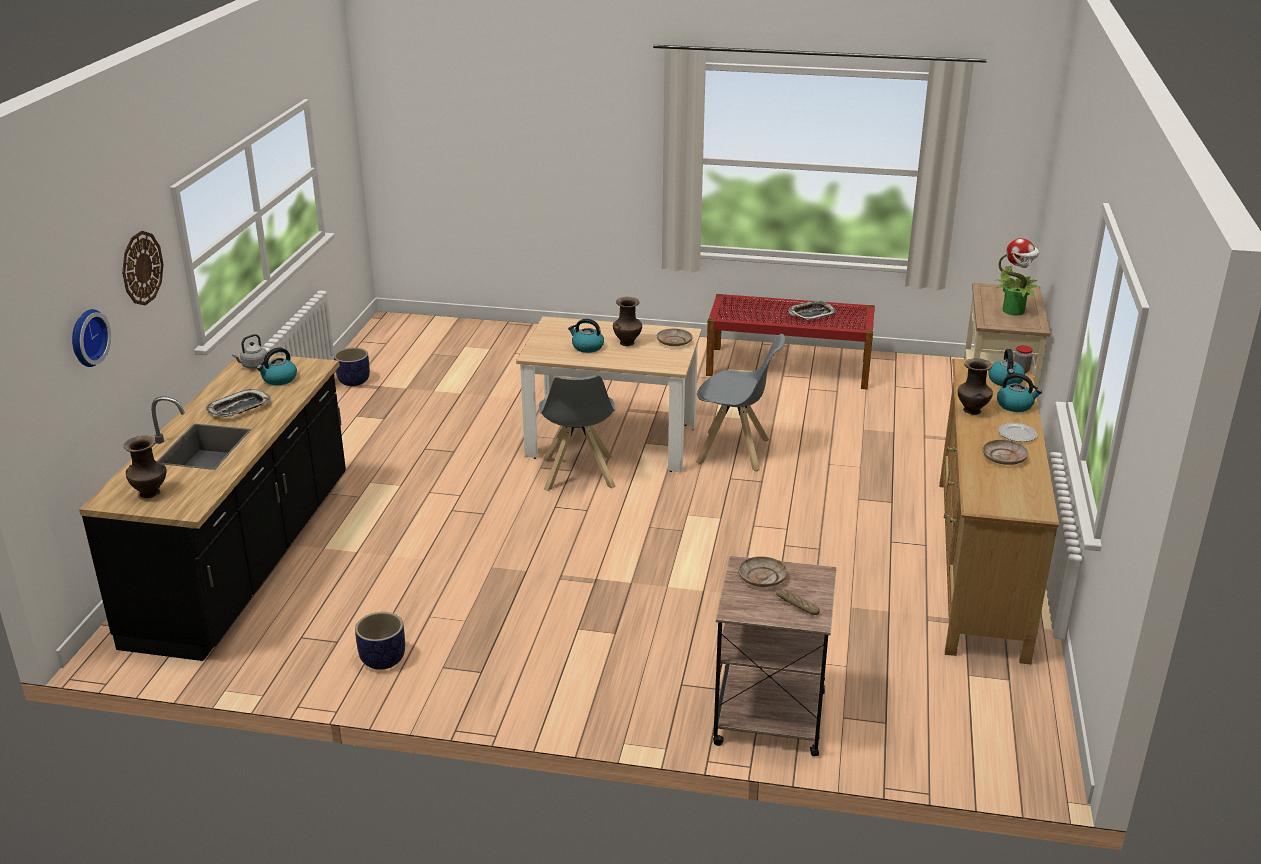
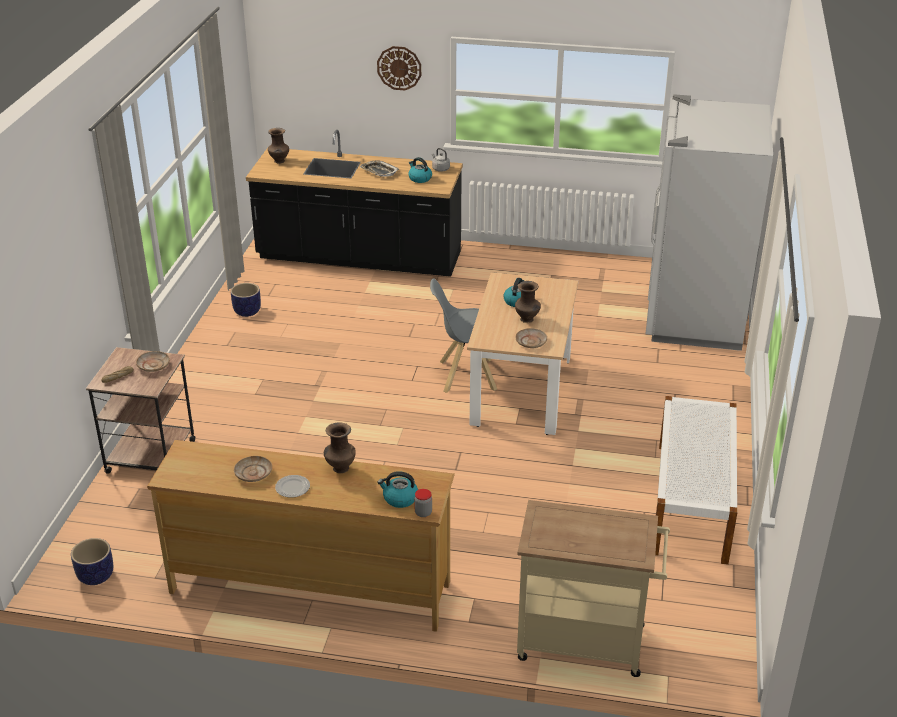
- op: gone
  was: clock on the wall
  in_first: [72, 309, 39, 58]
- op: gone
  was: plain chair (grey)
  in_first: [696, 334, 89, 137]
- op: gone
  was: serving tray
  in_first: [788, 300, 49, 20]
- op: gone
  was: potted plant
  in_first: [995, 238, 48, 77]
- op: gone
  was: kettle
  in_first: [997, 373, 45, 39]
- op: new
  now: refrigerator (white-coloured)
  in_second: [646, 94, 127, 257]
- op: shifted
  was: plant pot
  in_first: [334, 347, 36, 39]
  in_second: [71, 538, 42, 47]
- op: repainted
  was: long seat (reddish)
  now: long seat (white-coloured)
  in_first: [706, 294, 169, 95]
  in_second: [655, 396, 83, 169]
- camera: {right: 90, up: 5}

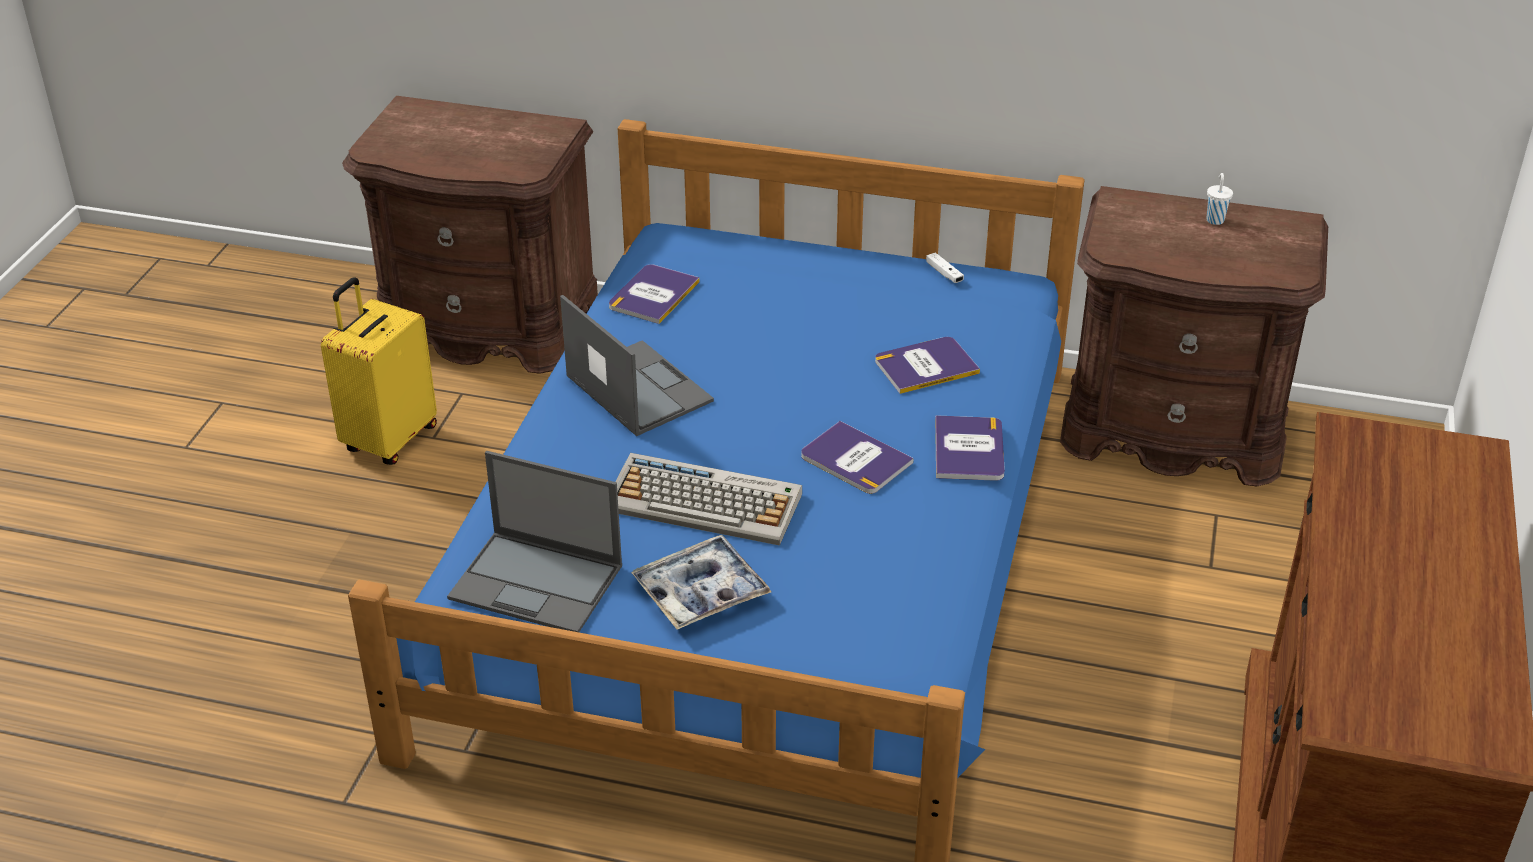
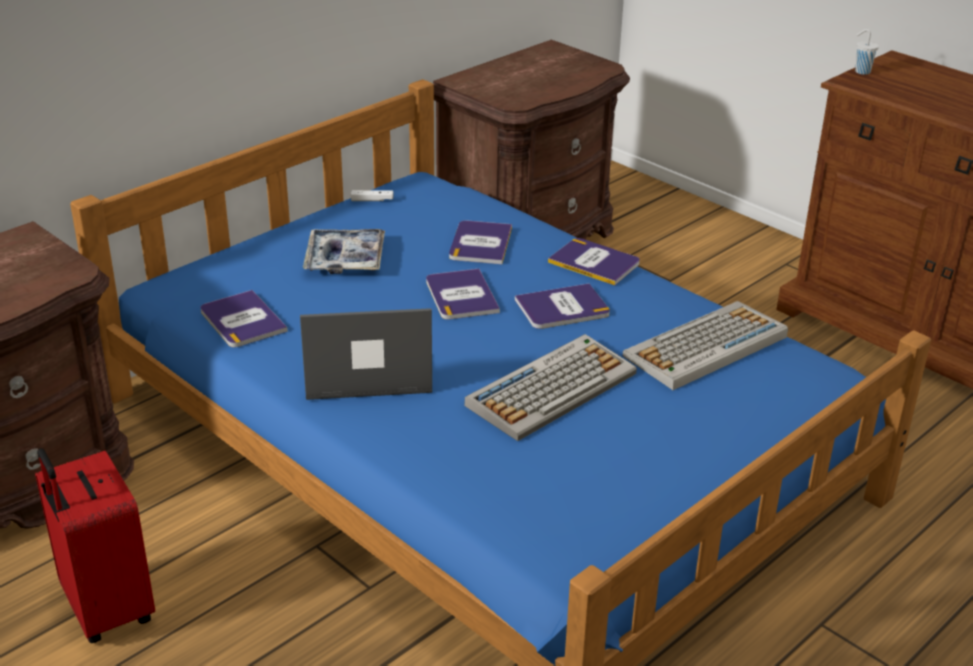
- op: gone
  was: portable computer
  in_first: [447, 451, 175, 181]
- op: new
  now: bound book
  in_second: [426, 268, 74, 52]
- op: new
  now: keyboard
  in_second: [623, 301, 165, 89]
- op: shifted
  was: serving tray
  in_first: [631, 535, 140, 95]
  in_second: [303, 229, 82, 45]
- op: shifted
  was: drinking cup (white-coloured)
  in_first: [1207, 173, 26, 52]
  in_second: [855, 29, 24, 46]
- op: repainted
  was: piece of luggage (yellow-coloured)
  now: piece of luggage (reddish)
  in_first: [321, 277, 116, 188]
  in_second: [35, 448, 120, 195]
- camera: {right: -60, up: -5}

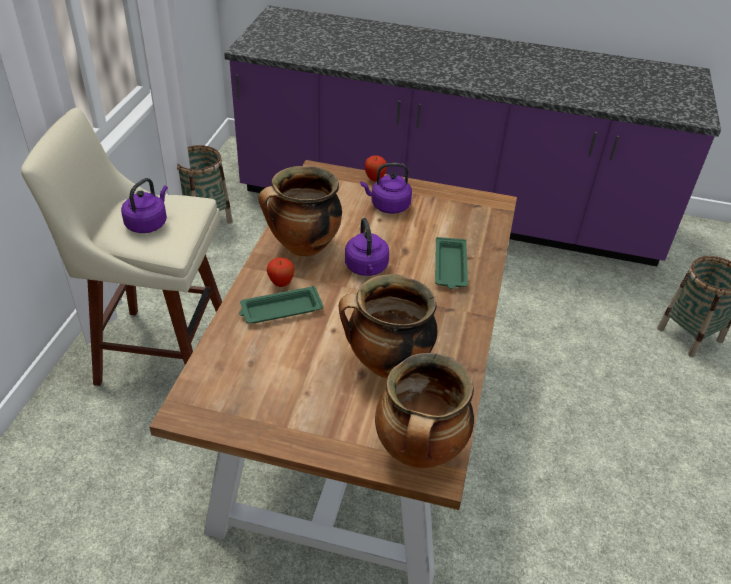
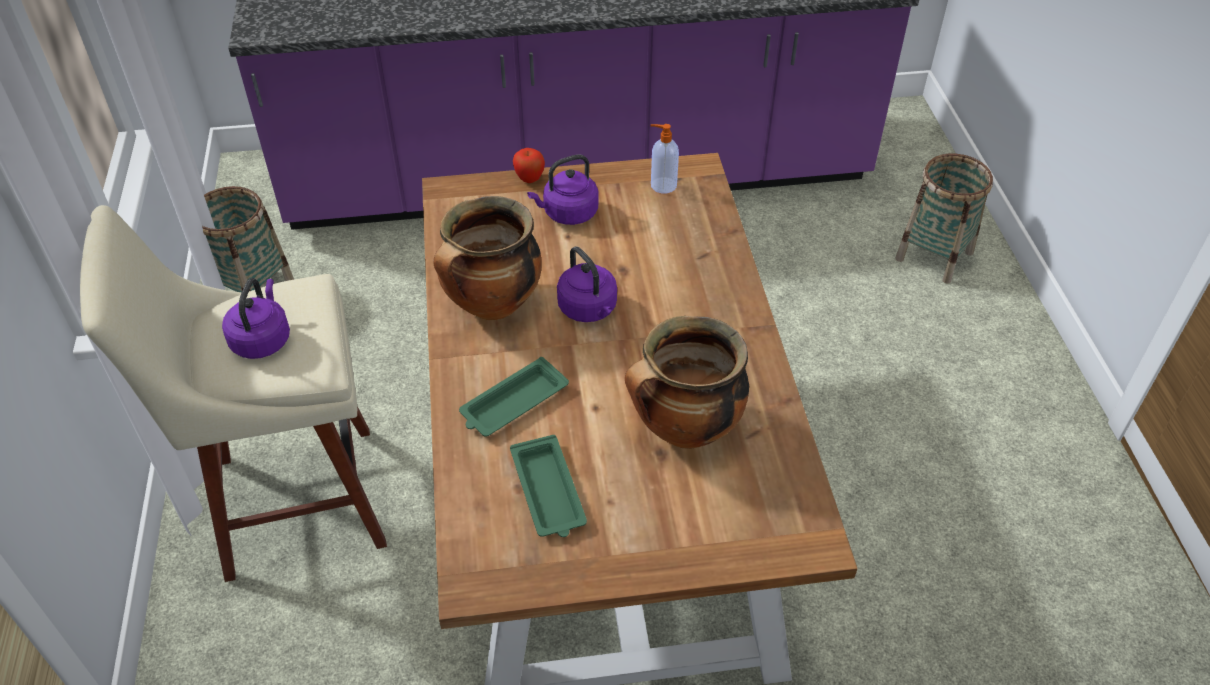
- op: gone
  was: whole apple
  in_first: [267, 258, 28, 29]
- op: gone
  was: saucepot
  in_first: [375, 353, 99, 115]
- op: new
  now: soap bottle
  in_second: [651, 124, 28, 70]
- op: shifted
  was: serving tray (green)
  in_first: [435, 237, 33, 52]
  in_second: [510, 435, 77, 102]
- camera: {right: -20, up: 5}

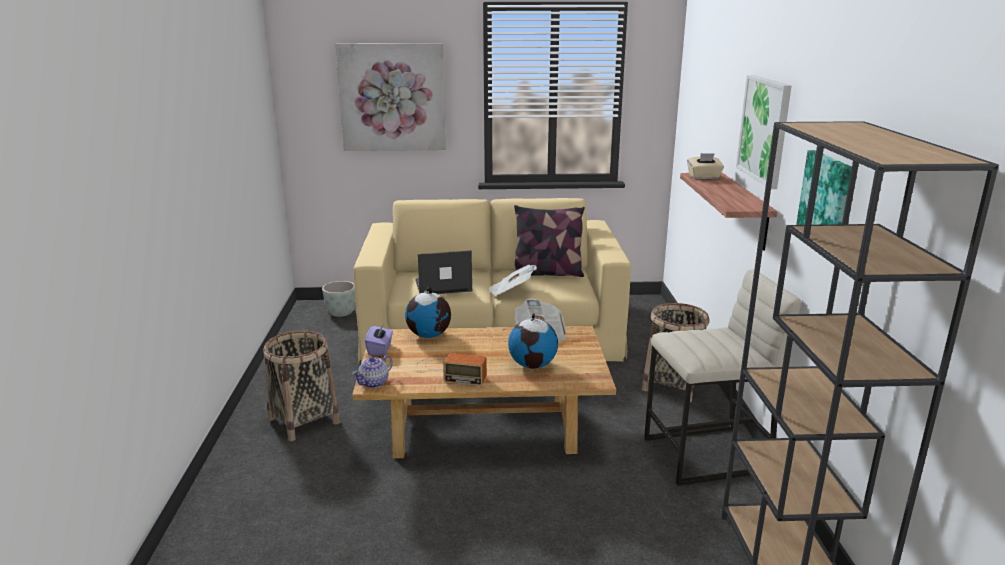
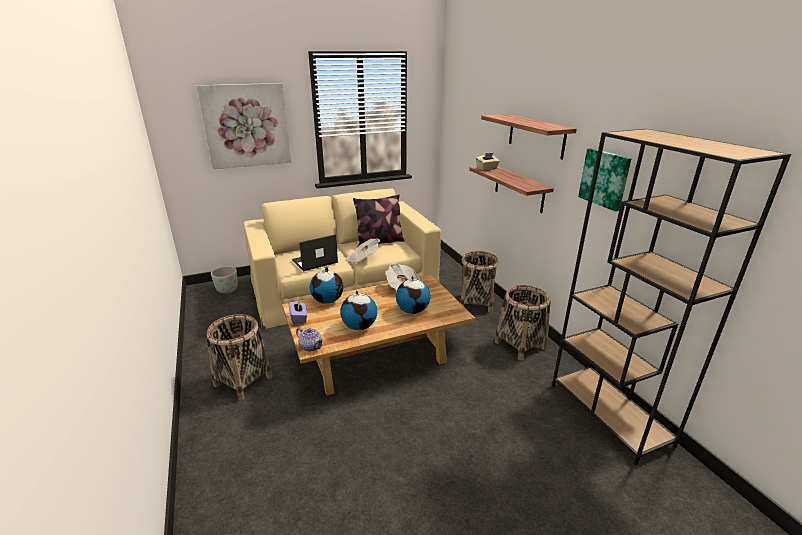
- op: swapped
  was: radio
  now: globe
  in_first: [415, 353, 72, 33]
  in_second: [340, 291, 37, 39]
- op: swapped
  was: stool seat (beige)
  now: storage basket
  in_first: [644, 270, 157, 216]
  in_second: [495, 285, 56, 76]
- op: swapped
  was: wall art
  now: wall shelf
  in_first: [736, 75, 56, 114]
  in_second: [481, 114, 96, 46]
- op: rotated
  was: tea pot
  in_first: [352, 355, 41, 33]
  in_second: [296, 328, 28, 24]
  clockwise: -75
- camera: {right: -20, up: 5}

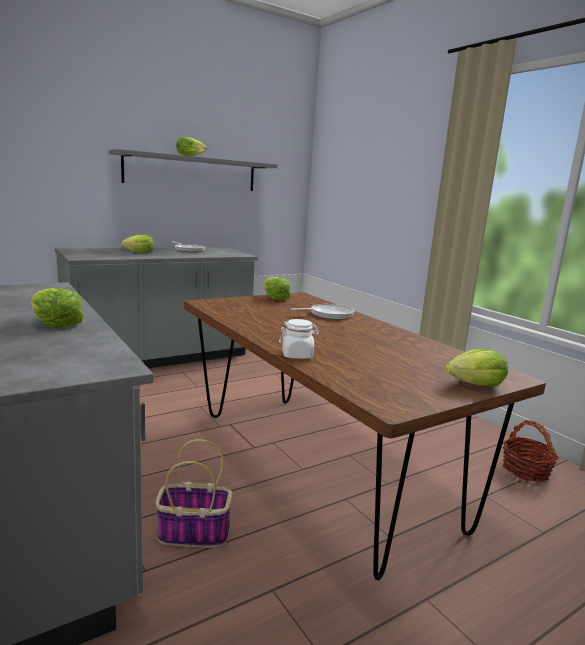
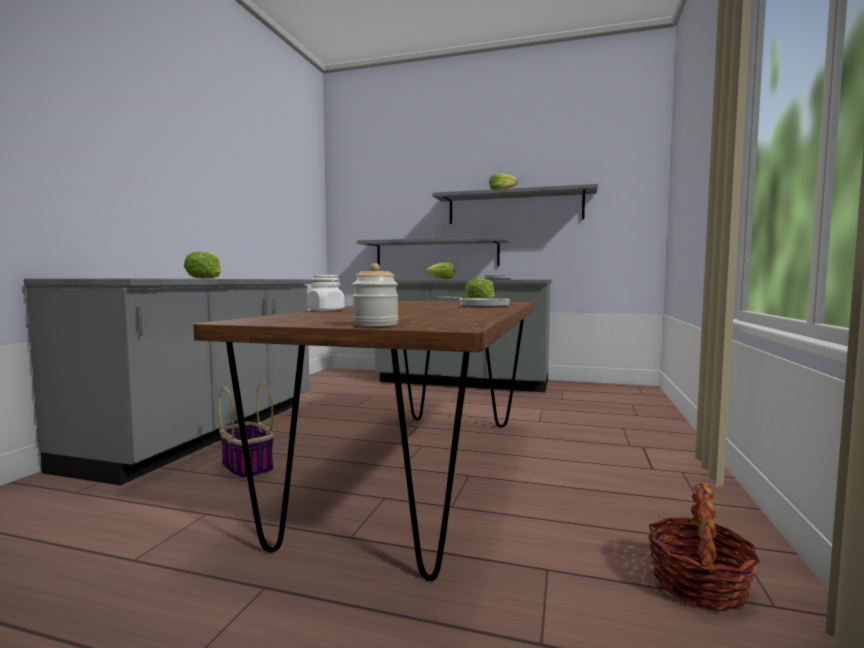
- op: new
  now: wall shelf (grey)
  in_second: [357, 236, 153, 30]
- op: swapped
  was: lettuce
  now: storage jar
  in_first: [445, 349, 63, 37]
  in_second: [352, 263, 46, 64]
- camera: {right: 50, up: -10}

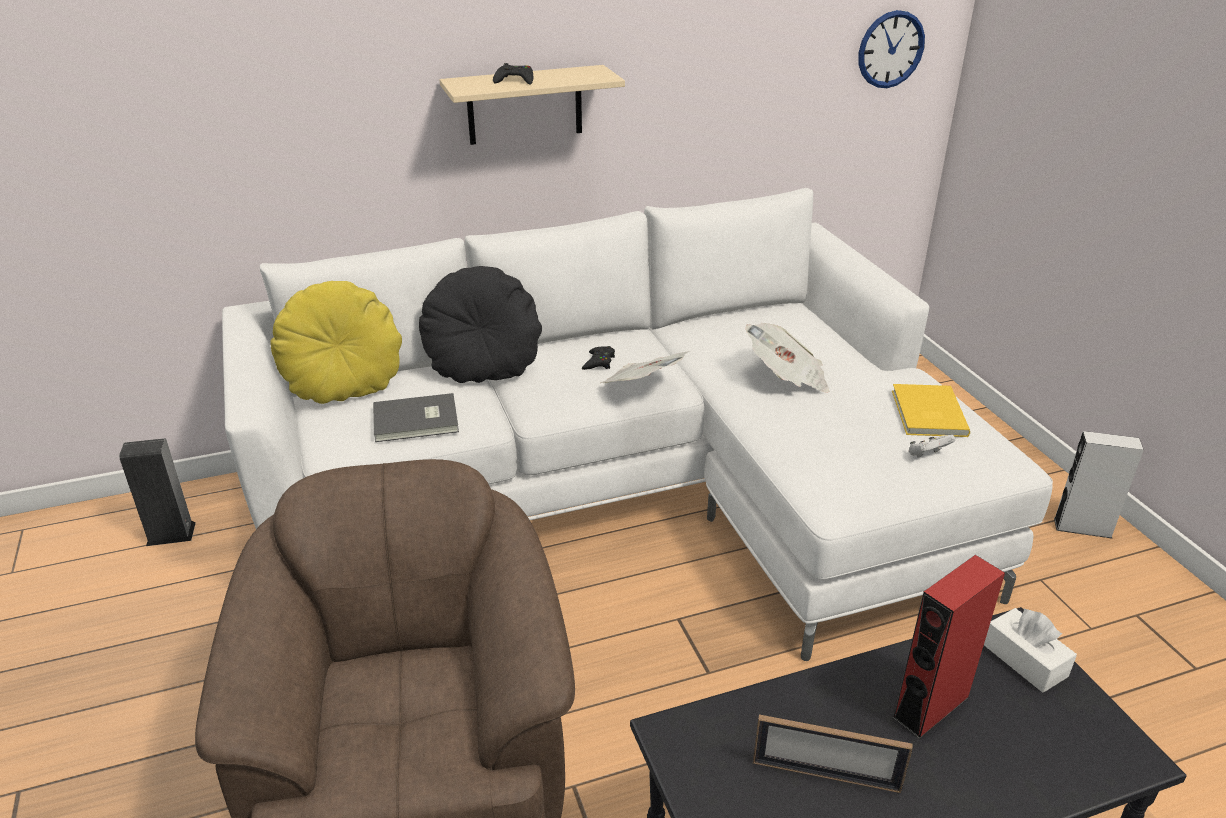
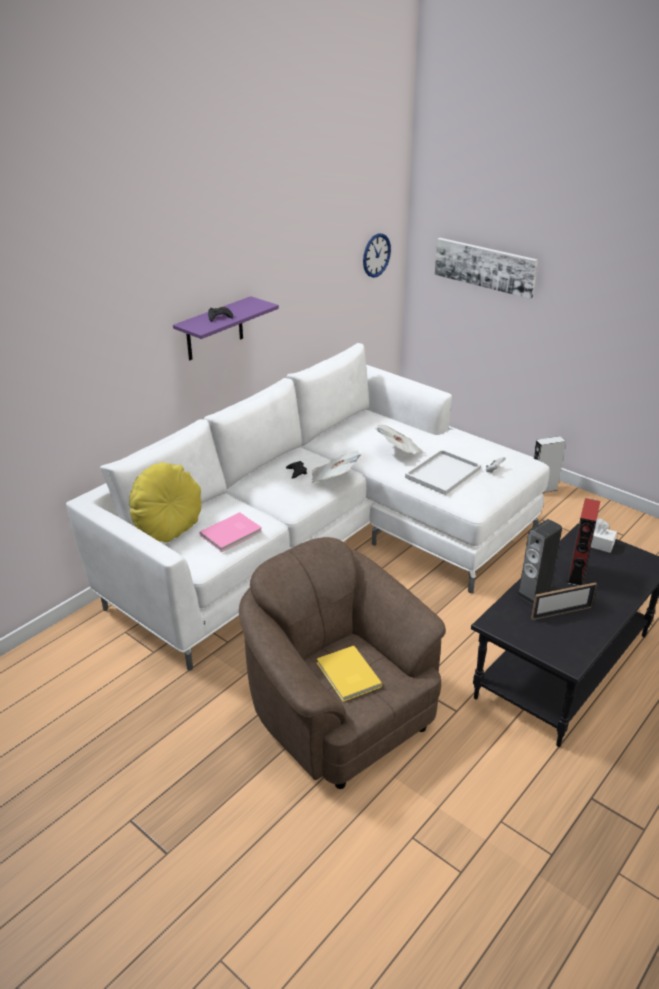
- op: gone
  was: throw pillow (black)
  in_first: [419, 266, 123, 117]
- op: new
  now: serving tray (white-coloured)
  in_second: [405, 449, 76, 46]
- op: new
  now: wall art
  in_second: [435, 238, 103, 61]
- op: shifted
  was: loudspeaker
  in_first: [119, 438, 77, 108]
  in_second: [516, 519, 46, 86]
- op: shifted
  was: bound book (yellow-coloured)
  in_first: [892, 384, 78, 53]
  in_second: [317, 646, 65, 56]
- op: repainted
  was: bound book (grey)
  now: bound book (pinkish)
  in_first: [373, 393, 86, 49]
  in_second: [200, 512, 62, 40]
- op: repainted
  was: wall shelf (beige)
  now: wall shelf (purplish)
  in_first: [440, 65, 185, 80]
  in_second: [173, 296, 106, 64]
- camera: {right: -30, up: 0}

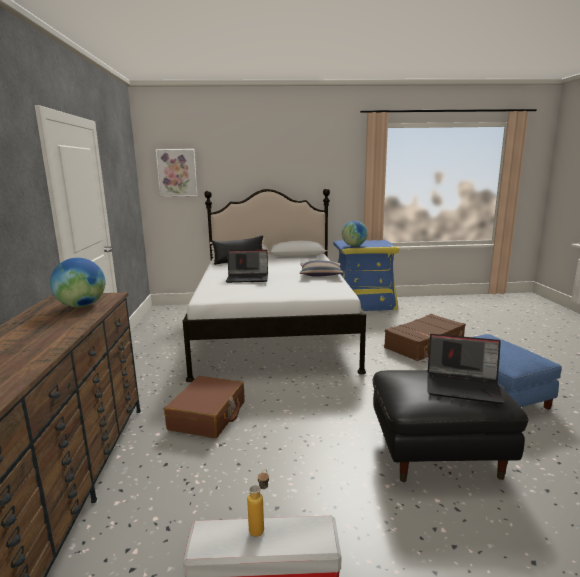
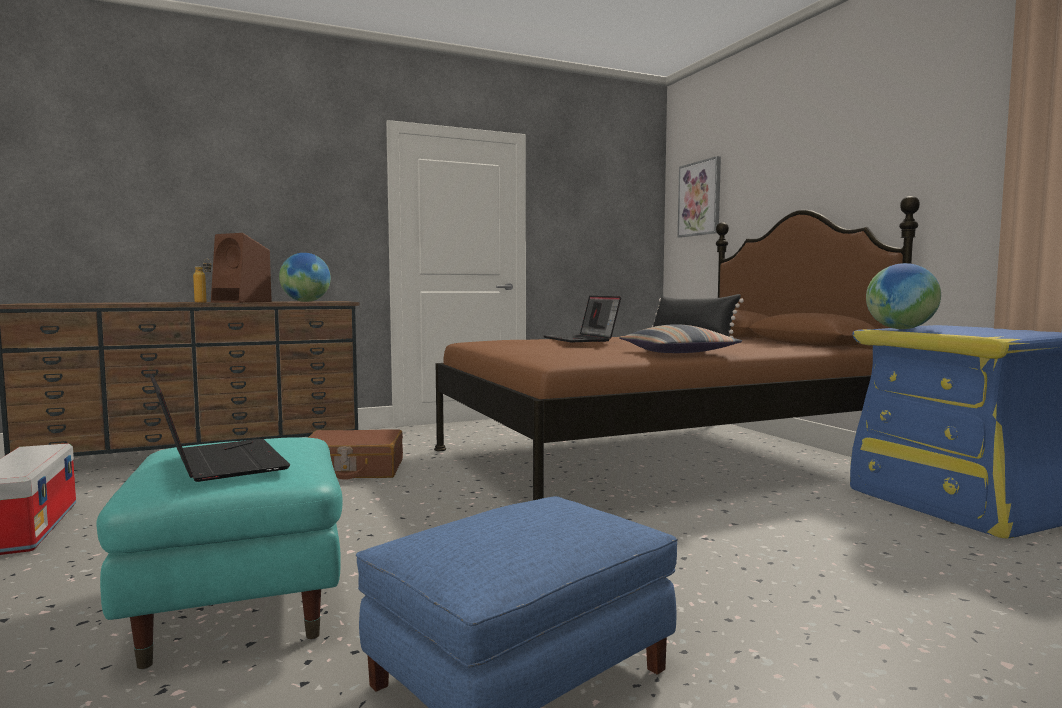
- op: gone
  was: piece of luggage (brown)
  in_first: [384, 314, 82, 47]
- op: new
  now: loudspeaker (brown)
  in_second: [211, 233, 61, 70]
- op: shifted
  was: bottle
  in_first: [247, 469, 22, 68]
  in_second: [193, 259, 19, 44]
- op: repainted
  was: bed (white-coloured)
  now: bed (brown)
  in_first: [183, 188, 183, 194]
  in_second: [434, 196, 486, 304]
- op: repainted
  was: ottoman (black)
  now: ottoman (turquoise)
  in_first: [373, 370, 155, 112]
  in_second: [96, 437, 247, 233]
- op: rotated
  was: portable computer
  in_first: [427, 334, 77, 70]
  in_second: [150, 374, 140, 108]
  clockwise: 150
- camera: {right: 70, up: -10}

